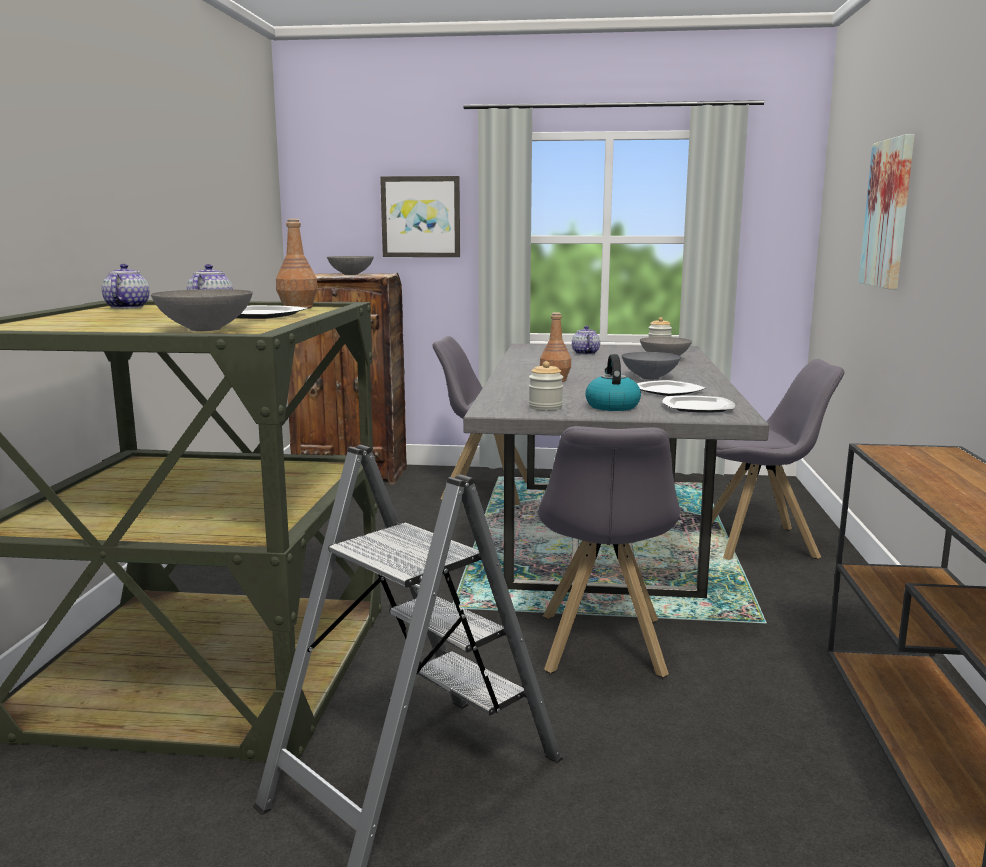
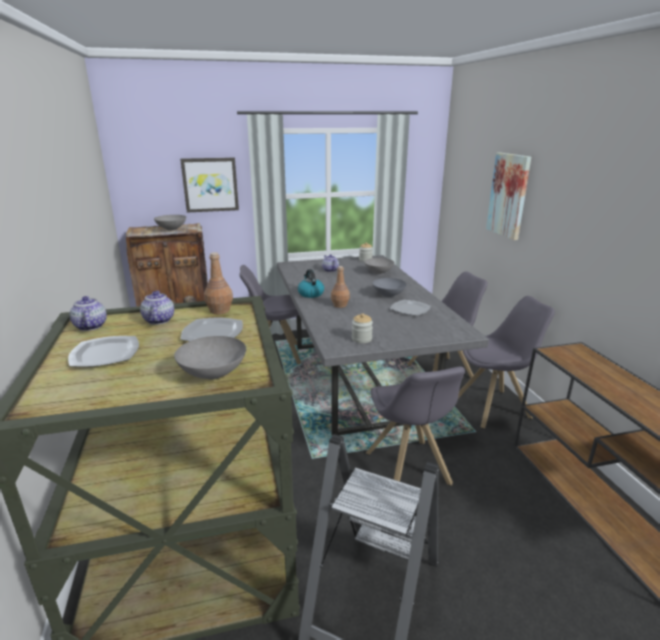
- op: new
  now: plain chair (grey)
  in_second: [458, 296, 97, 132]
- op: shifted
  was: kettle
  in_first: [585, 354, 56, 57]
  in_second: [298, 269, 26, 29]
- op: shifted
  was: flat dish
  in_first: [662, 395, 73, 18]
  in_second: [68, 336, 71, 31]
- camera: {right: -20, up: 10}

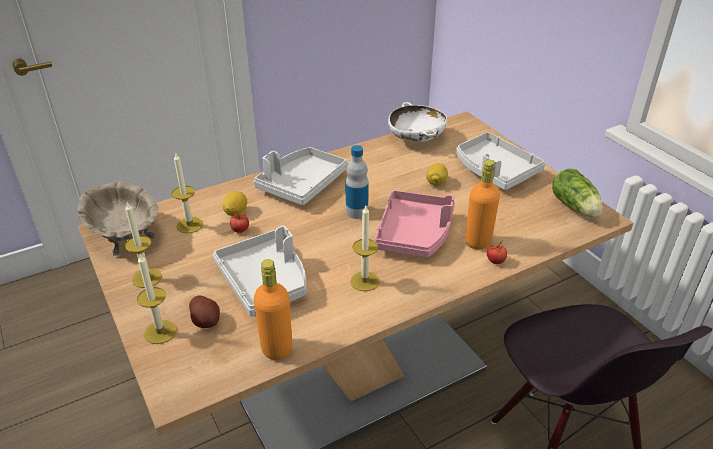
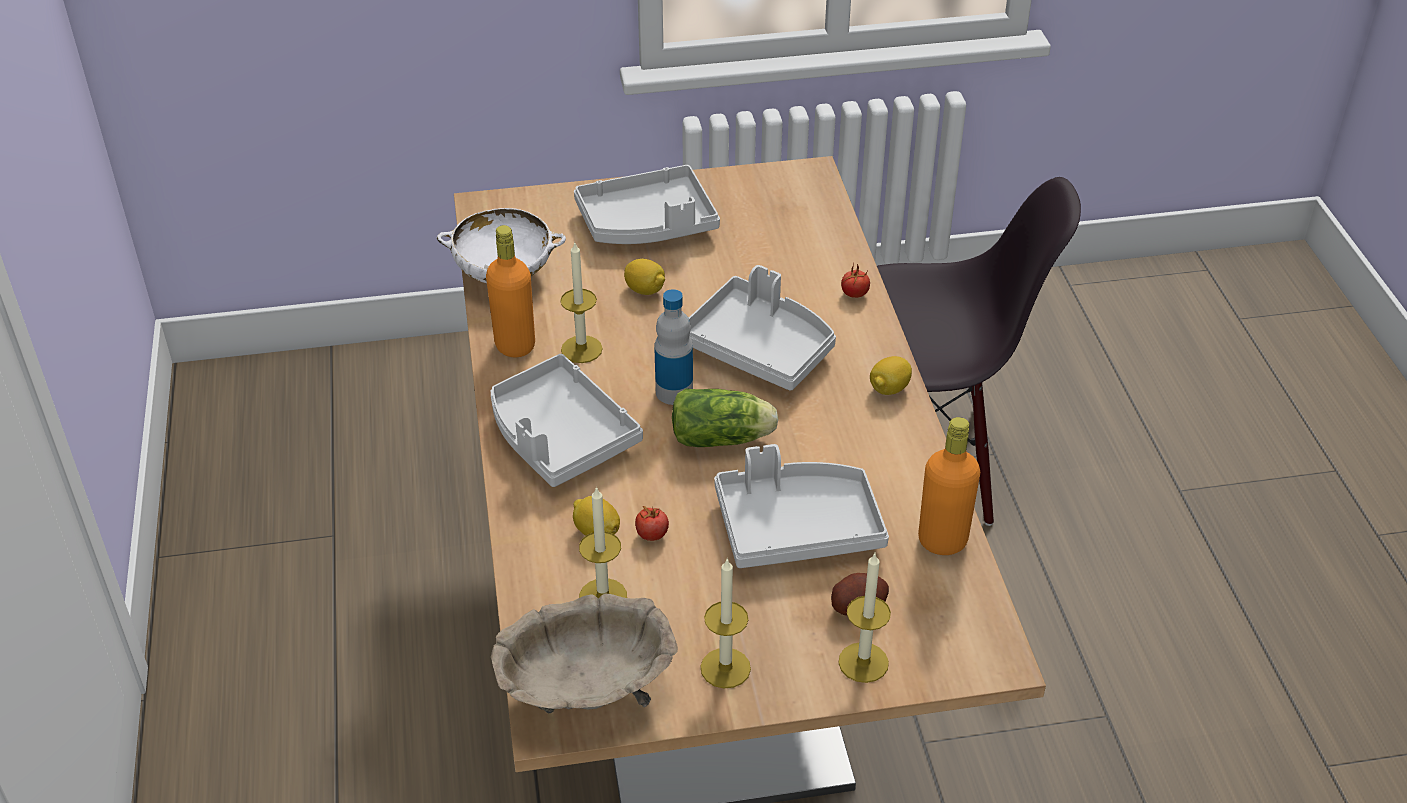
- op: new
  now: whole lemon
  in_second: [870, 356, 42, 39]
- op: shifted
  was: candle
  in_first: [350, 206, 30, 85]
  in_second: [560, 241, 43, 122]
- op: shifted
  was: bottle (orangey)
  in_first: [465, 160, 35, 90]
  in_second: [486, 225, 49, 132]
- op: shifted
  was: lettuce
  in_first: [552, 169, 51, 48]
  in_second: [672, 388, 107, 59]
- op: repainted
  was: serving tray (pinkish)
  now: serving tray (grey)
  in_first: [374, 190, 81, 67]
  in_second: [689, 265, 147, 126]
- camera: {right: -70, up: 5}

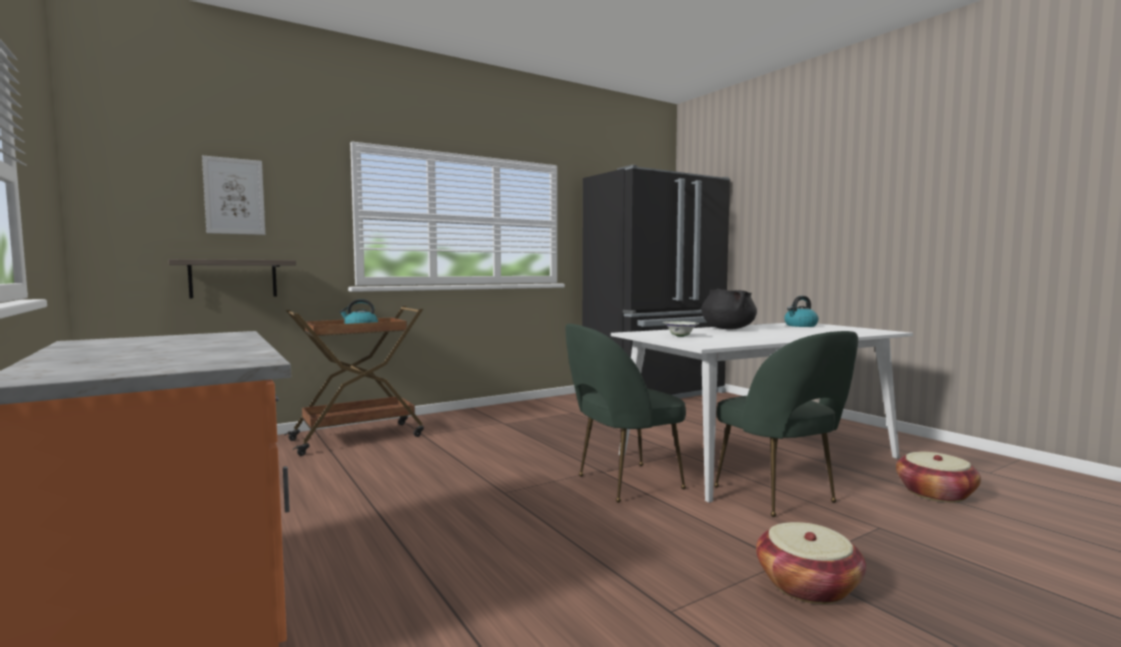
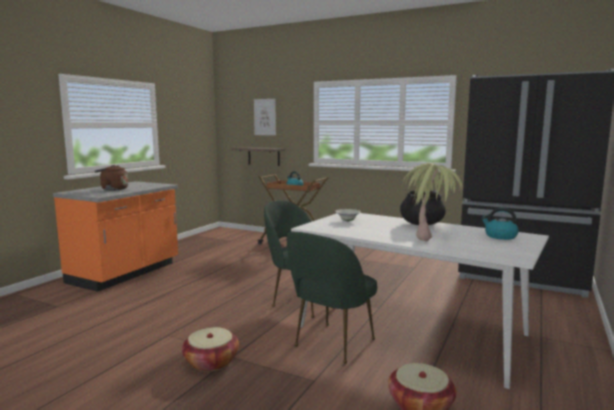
- op: new
  now: kettle (brown)
  in_second: [95, 165, 33, 26]
- op: new
  now: potted plant
  in_second: [403, 163, 60, 78]
- camera: {right: 60, up: 5}

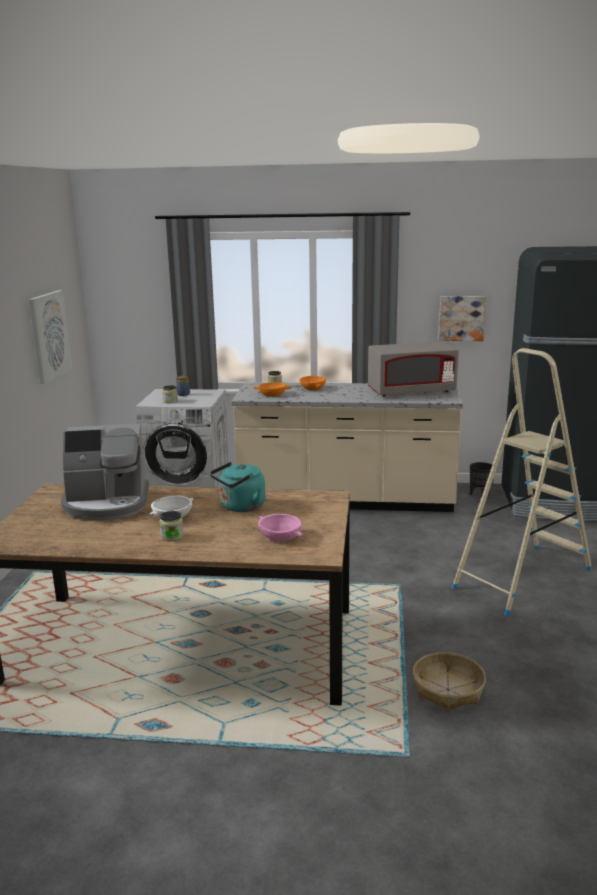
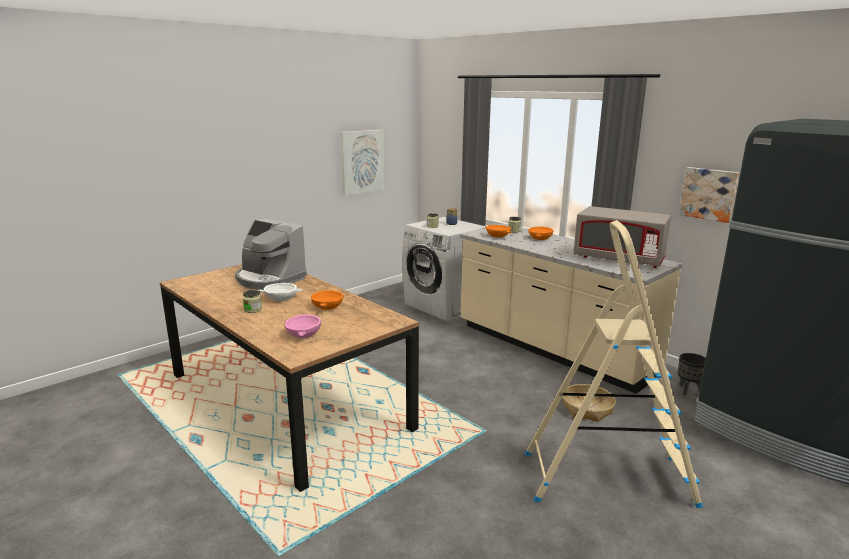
- op: shifted
  was: storage basket
  in_first: [413, 652, 73, 59]
  in_second: [563, 384, 53, 38]
- op: swapped
  was: kettle (turquoise)
  now: bowl (orangey)
  in_first: [210, 462, 55, 50]
  in_second: [311, 290, 33, 20]
- camera: {right: 40, up: 0}

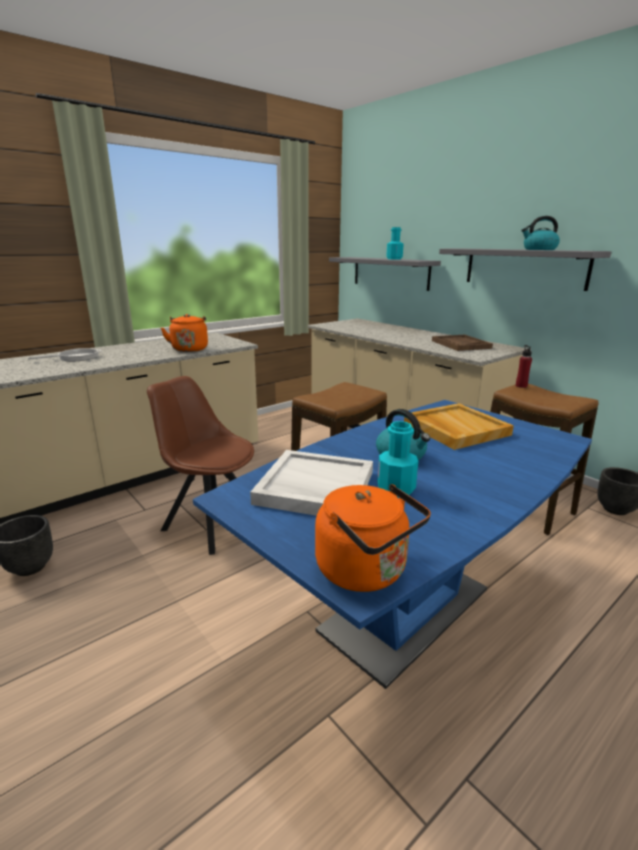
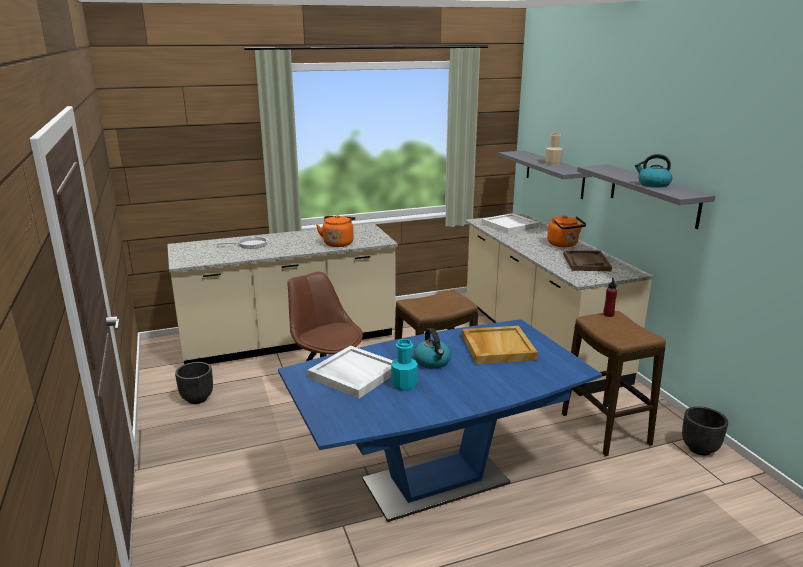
- op: new
  now: serving tray (white-coloured)
  in_second: [482, 213, 57, 21]
- op: shifted
  was: kettle (orangey)
  in_first: [315, 484, 116, 108]
  in_second: [547, 215, 39, 32]
- op: repainted
  was: bottle (turquoise)
  now: bottle (beige)
  in_first: [386, 227, 18, 32]
  in_second: [545, 133, 18, 32]
- camera: {right: 20, up: 0}

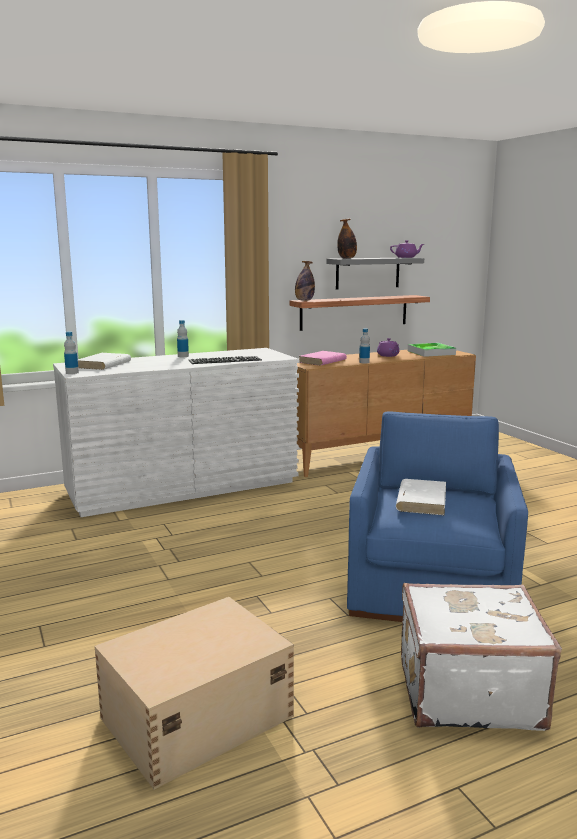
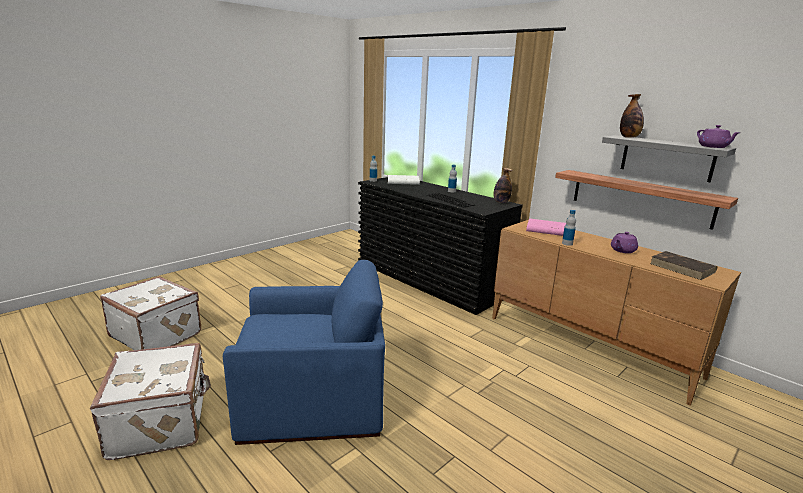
- op: gone
  was: bound book (white-coloured)
  in_first: [396, 479, 50, 36]
- op: shifted
  was: bottle
  in_first: [295, 261, 20, 40]
  in_second: [494, 168, 18, 35]
- op: swapped
  was: storage container (beige)
  now: piece of luggage (white-coloured)
  in_first: [94, 597, 200, 193]
  in_second: [100, 276, 101, 74]
- op: swapped
  was: serving tray
  now: bound book (brown)
  in_first: [408, 343, 48, 14]
  in_second: [650, 251, 67, 29]
- op: repainted
  was: dresser (white-coloured)
  now: dresser (black)
  in_first: [53, 348, 247, 169]
  in_second: [358, 177, 165, 138]
- camera: {right: 70, up: 5}

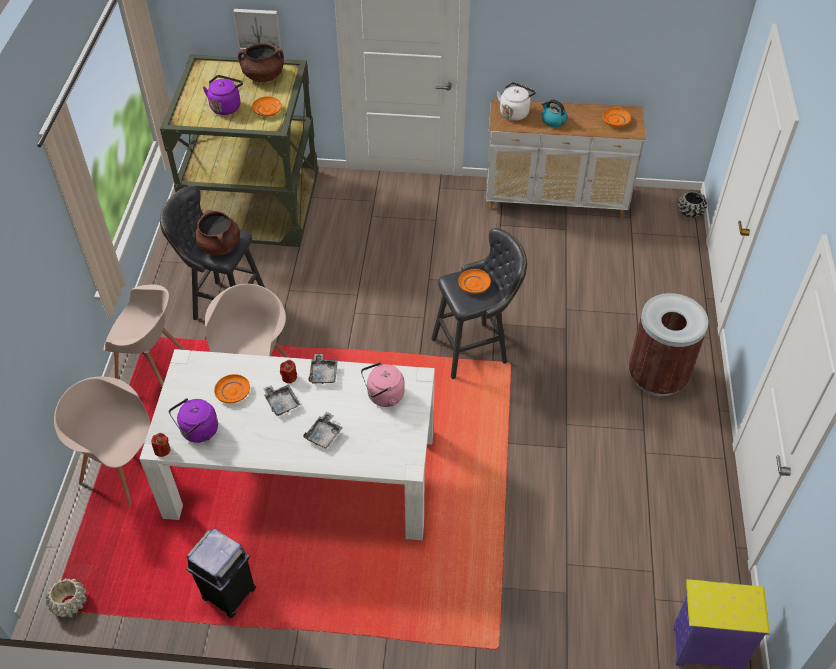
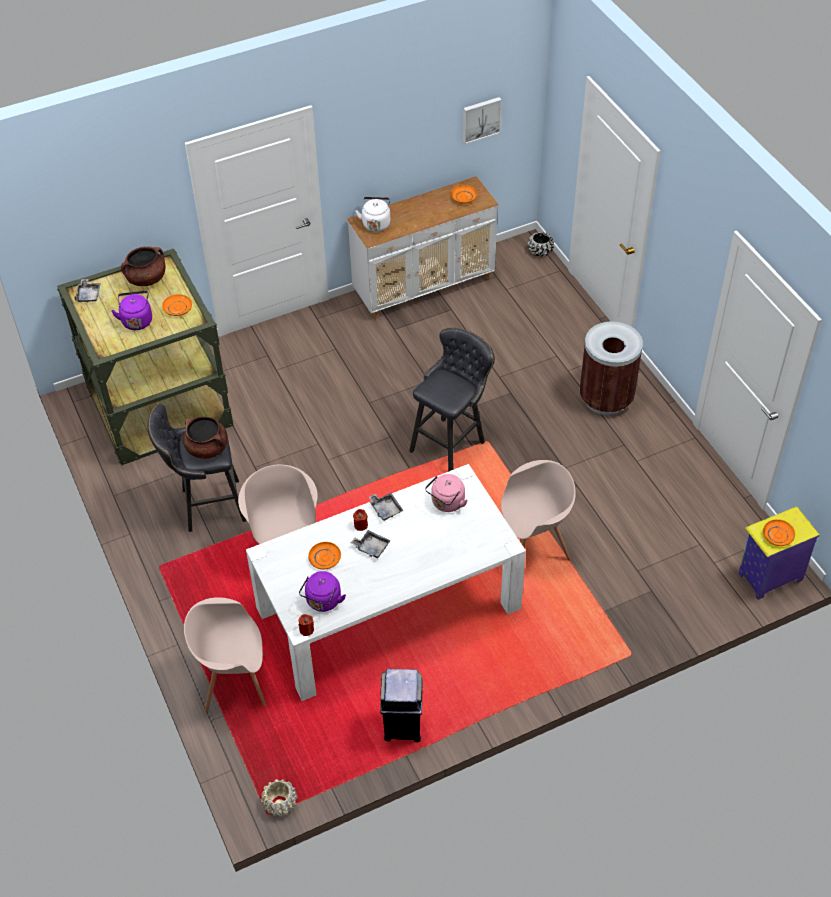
- op: gone
  was: kettle
  in_first: [542, 100, 25, 27]
- op: shifted
  was: plain chair (beige)
  in_first: [104, 285, 82, 102]
  in_second: [501, 460, 75, 101]
- op: shifted
  was: wall art
  in_first: [233, 9, 49, 40]
  in_second: [463, 97, 39, 47]
- op: shifted
  was: serving tray (grey)
  in_first: [303, 412, 40, 37]
  in_second: [74, 279, 27, 24]
- op: shifted
  was: flat dish (orangey)
  in_first: [458, 269, 33, 25]
  in_second: [763, 519, 32, 27]
- camera: {right: -30, up: 0}

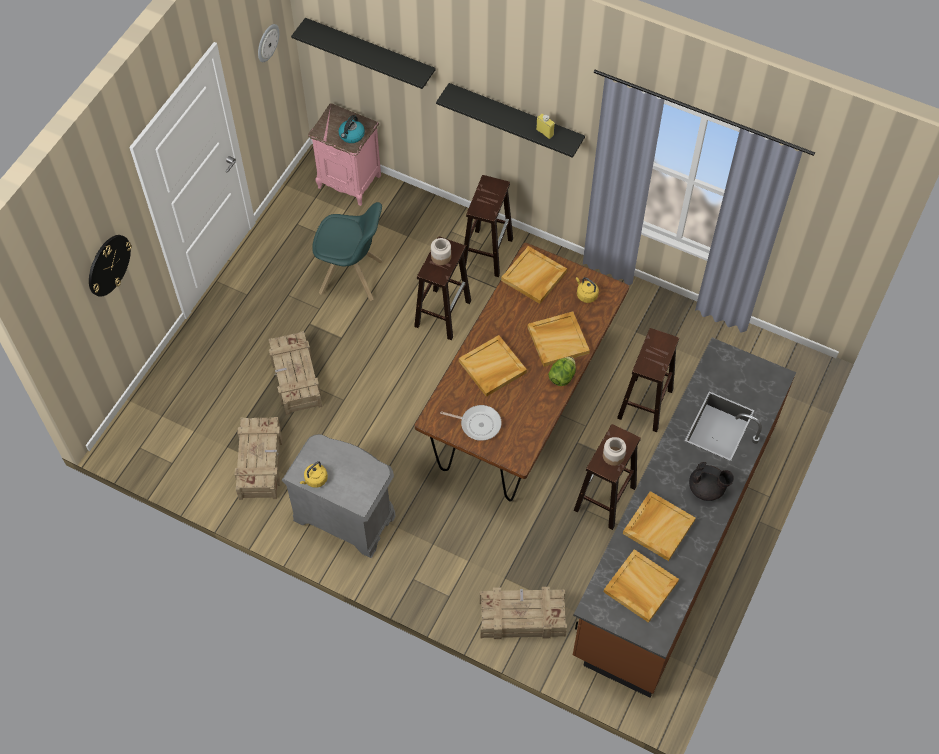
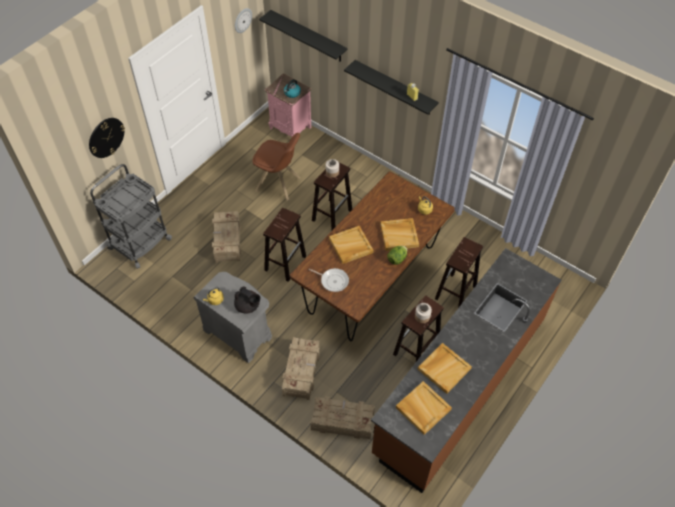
- op: gone
  was: serving tray (beige)
  in_first: [501, 246, 66, 58]
- op: new
  now: trolley (grey)
  in_second: [90, 164, 82, 105]
- op: shifted
  was: crate
  in_first: [235, 417, 47, 83]
  in_second: [282, 337, 38, 63]
- op: shifted
  was: stool seat (brown)
  in_first: [464, 175, 49, 102]
  in_second: [263, 208, 43, 74]
- op: shifted
  was: tea pot (black)
  in_first: [689, 462, 45, 39]
  in_second: [234, 286, 26, 27]
- op: repainted
  was: plain chair (turquoise)
  now: plain chair (brown)
  in_first: [312, 202, 71, 99]
  in_second: [252, 133, 48, 68]
- camera: {right: 10, up: -5}

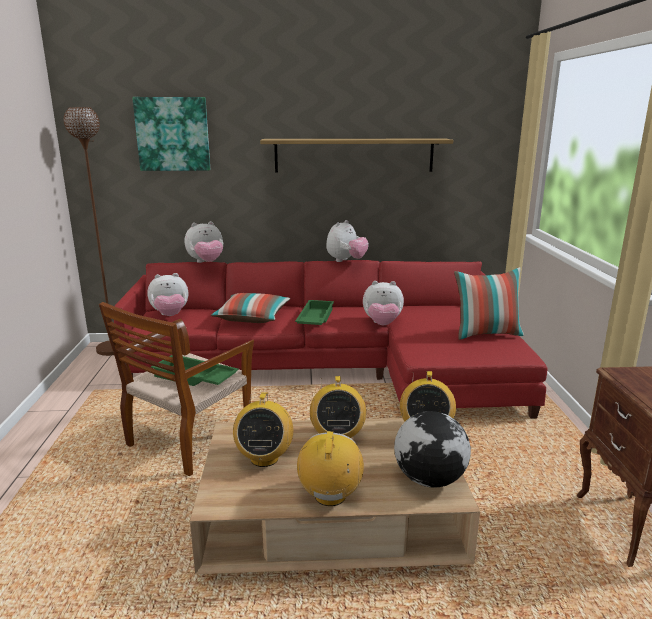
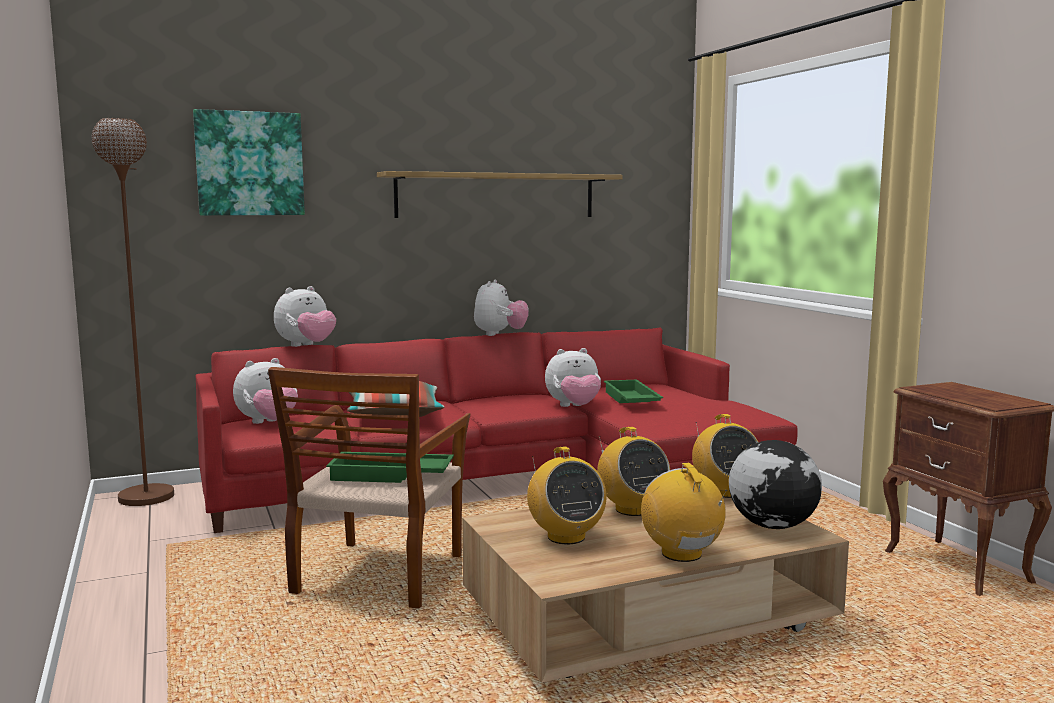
- op: gone
  was: throw pillow
  in_first: [454, 267, 70, 73]
- op: shifted
  was: serving tray (green)
  in_first: [295, 300, 39, 25]
  in_second: [604, 380, 59, 23]
- camera: {right: -20, up: -10}

